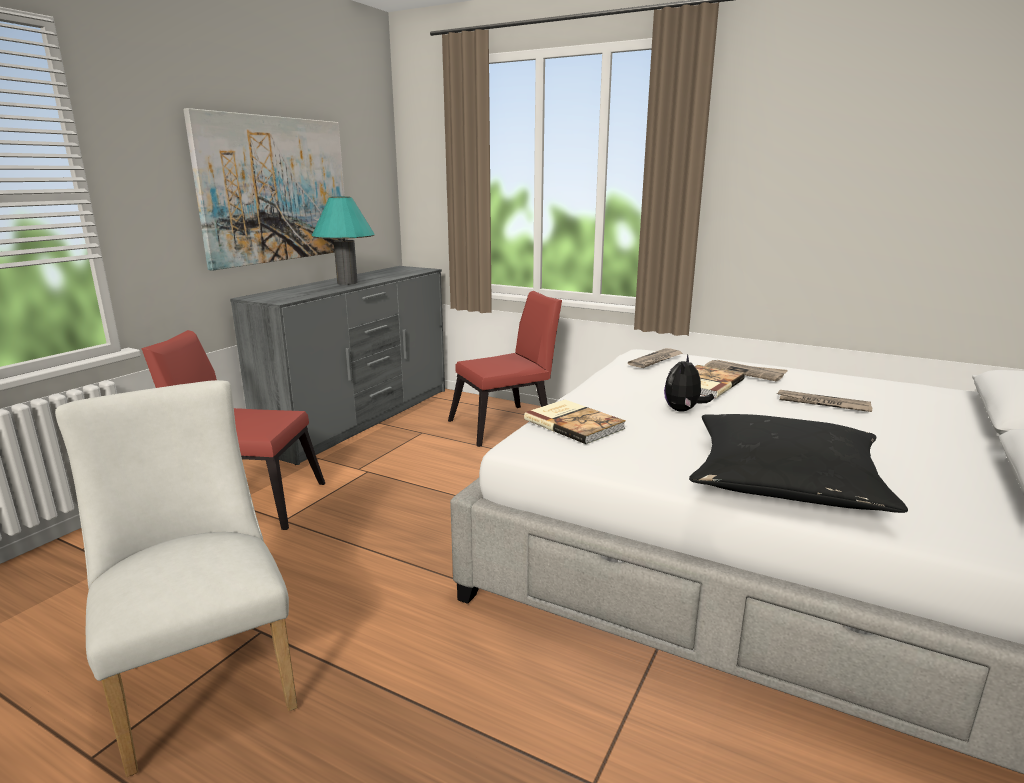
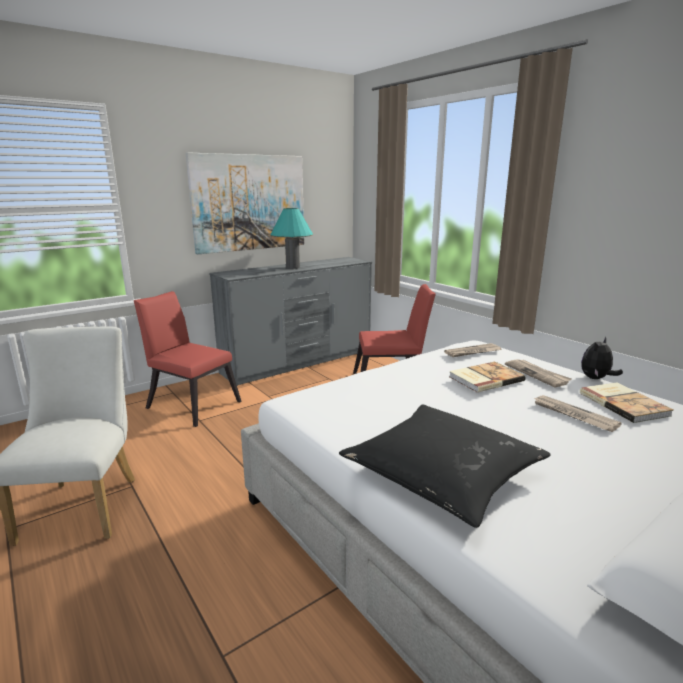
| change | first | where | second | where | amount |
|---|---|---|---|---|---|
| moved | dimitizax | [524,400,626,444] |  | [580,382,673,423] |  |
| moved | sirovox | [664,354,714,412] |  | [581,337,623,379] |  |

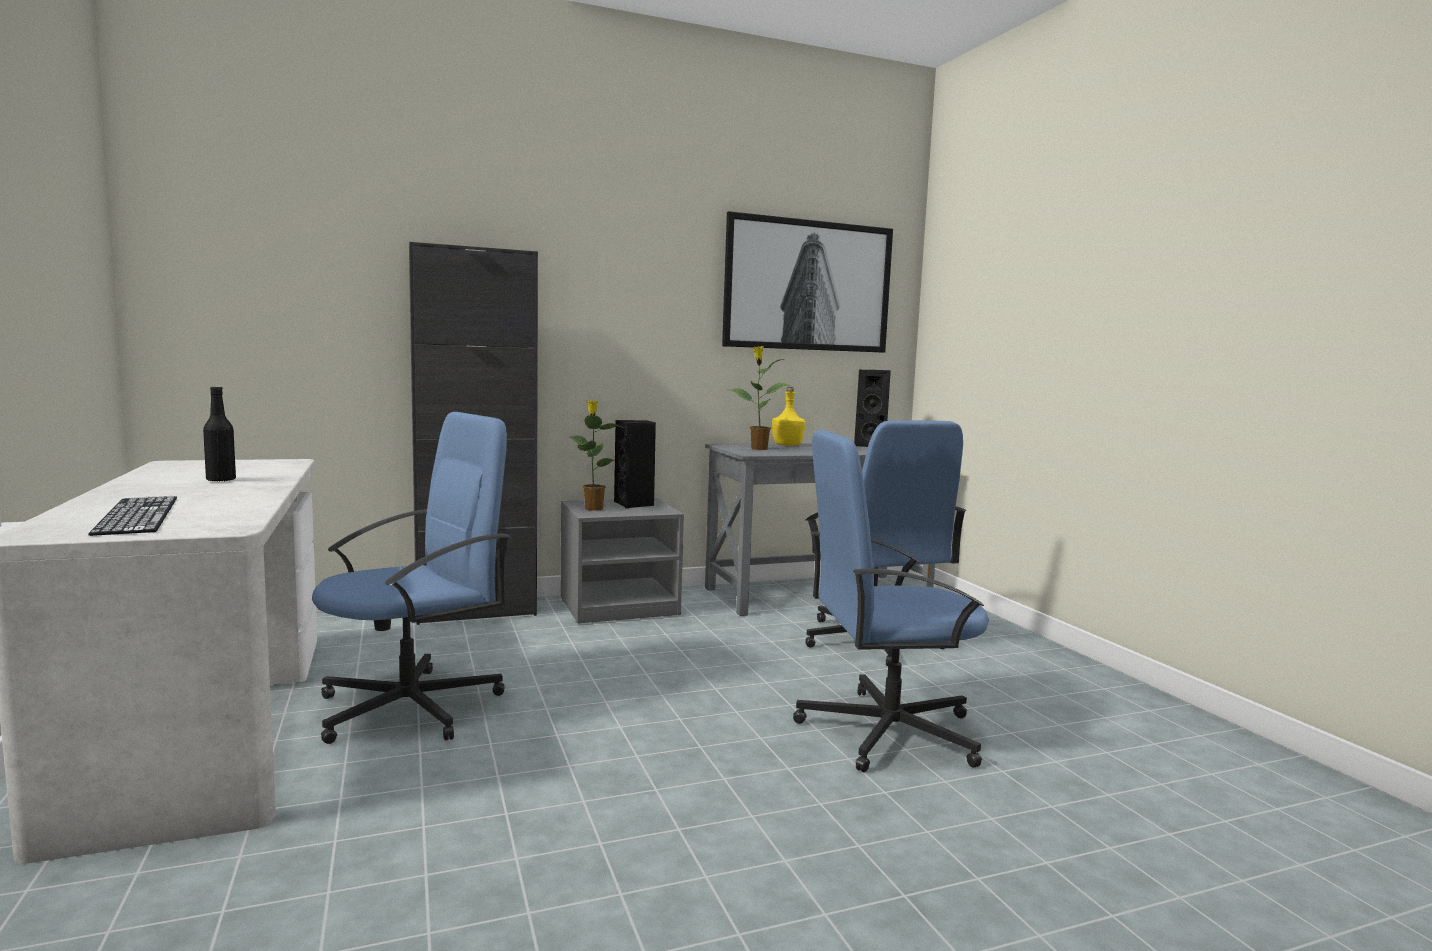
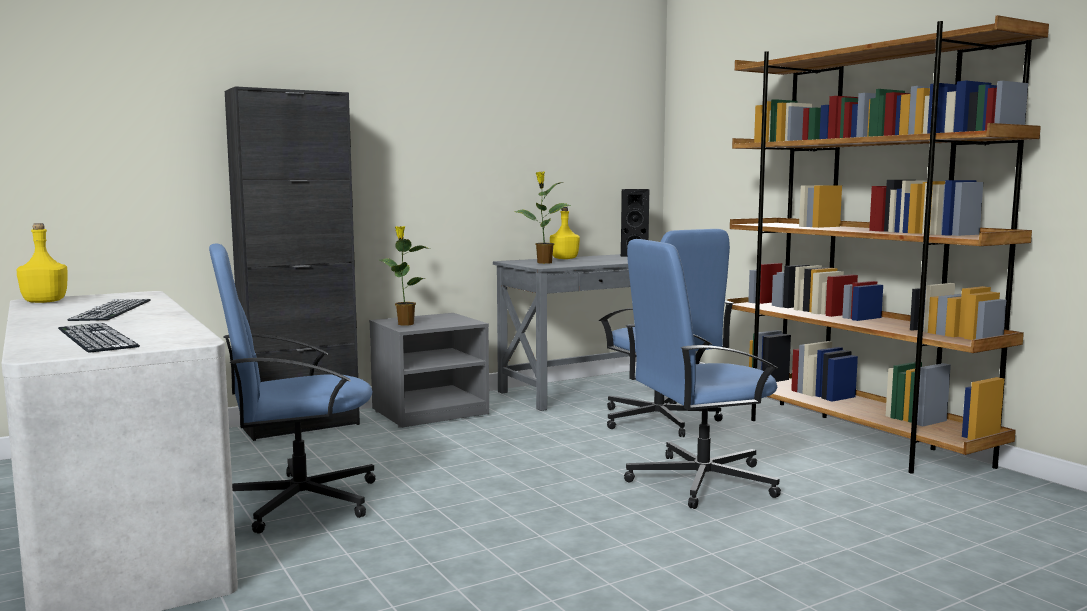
| change | first | where | second | where | amount |
|---|---|---|---|---|---|
| added |  |  | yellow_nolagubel | [17,223,68,303] |  |
| replaced | black_nolagubel | [203,387,236,482] | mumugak | [67,299,151,321] |  |
| turned | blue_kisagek | [312,412,510,744] |  | [209,244,376,534] | 150 degrees counterclockwise |
| added |  |  | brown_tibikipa | [727,15,1049,473] |  |
| removed | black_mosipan | [614,420,656,508] |  |  |  |
| removed | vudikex | [722,211,893,353] |  |  |  |

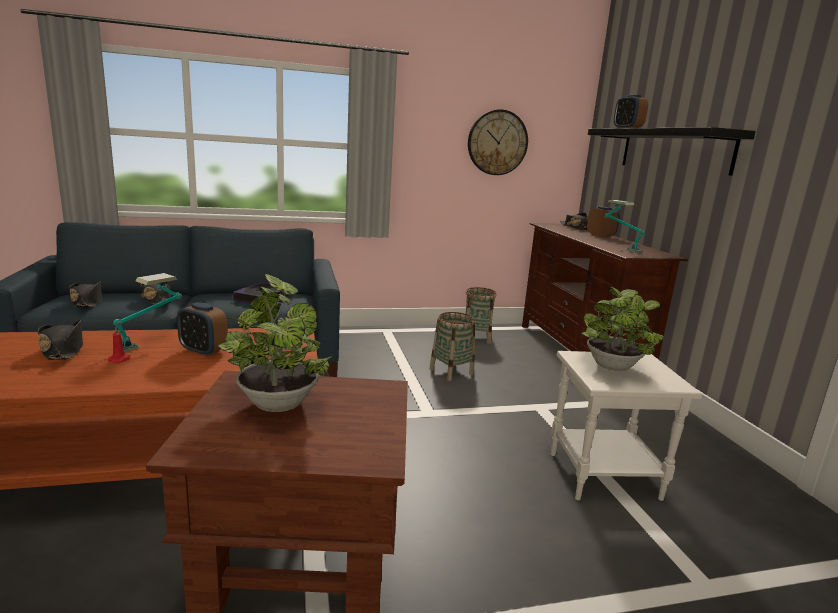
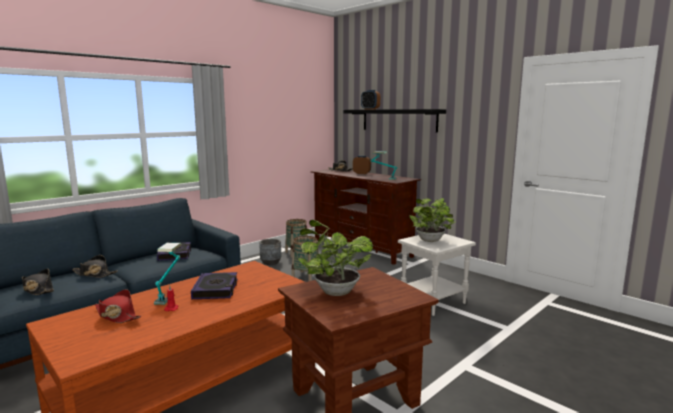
| change | first | where | second | where | amount |
|---|---|---|---|---|---|
| recoloured | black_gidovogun | [38,320,83,360] | red_gidovogun | [95,289,141,323] |  |
| replaced | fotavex | [177,302,228,357] | dimitizax | [191,272,238,299] |  |
| added |  |  | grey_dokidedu | [259,239,281,265] |  |
| removed | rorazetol | [468,109,528,175] |  |  |  |

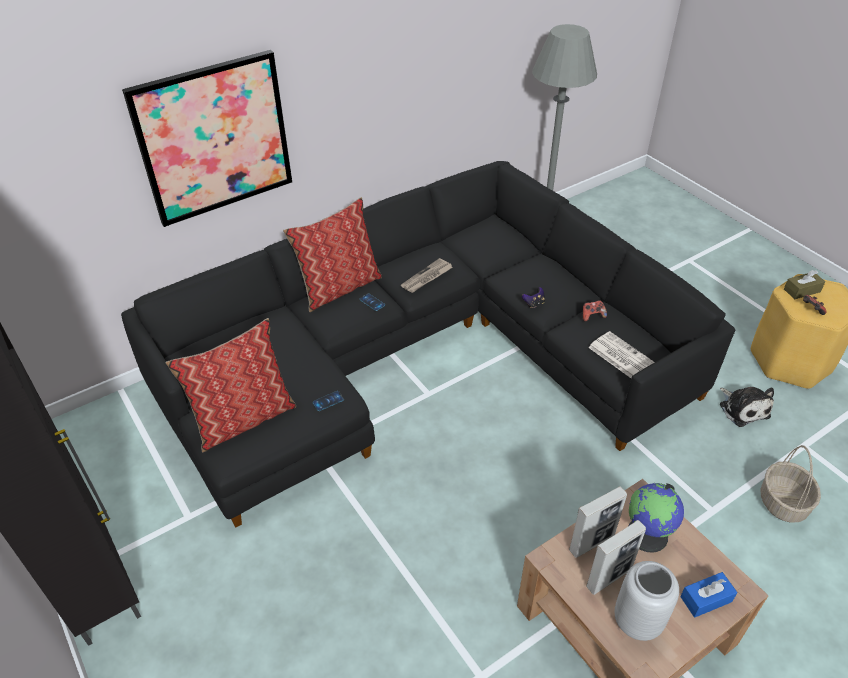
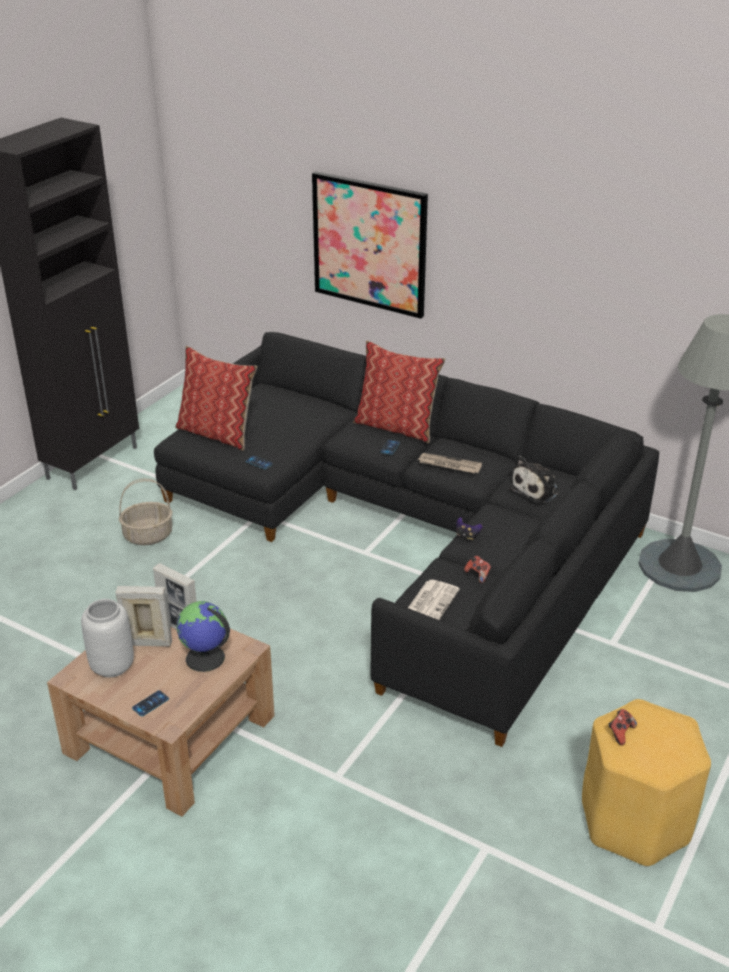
| change | first | where | second | where | amount |
|---|---|---|---|---|---|
| turned | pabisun | [586,520,646,595] |  | [116,586,172,647] | 150 degrees clockwise |
| moved | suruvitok | [761,445,821,523] |  | [119,479,172,545] |  |
| replaced | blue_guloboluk | [680,572,737,617] | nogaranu | [132,690,169,716] |  |
| moved | sirovox | [720,387,774,427] |  | [509,455,559,503] |  |
| removed | brown_guloboluk | [784,270,825,299] |  |  |  |

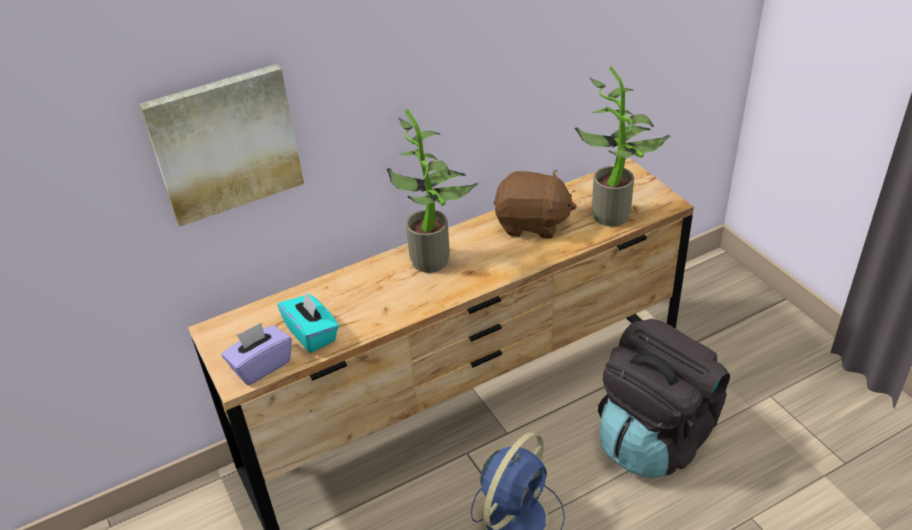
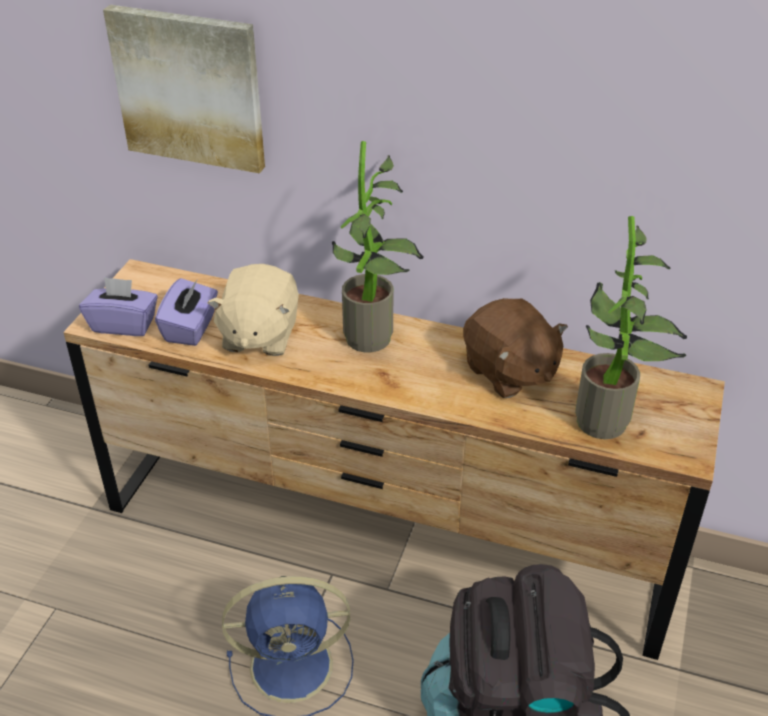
| change | first | where | second | where | amount |
|---|---|---|---|---|---|
| recoloured | turquoise_guloboluk | [278,291,339,353] | purple_guloboluk | [155,278,218,346] |  |
| added |  |  | beige_sirovox | [208,264,299,356] |  |

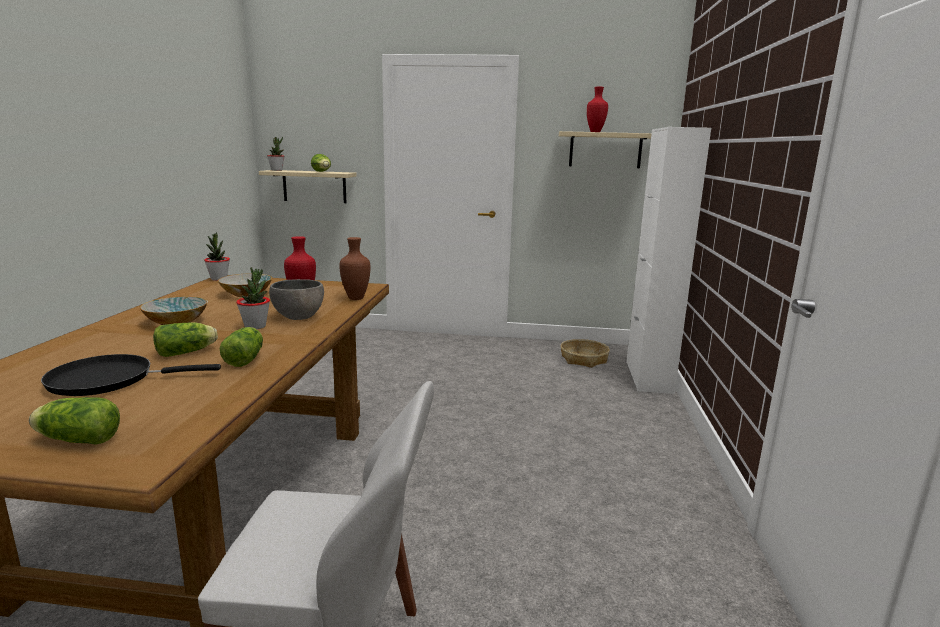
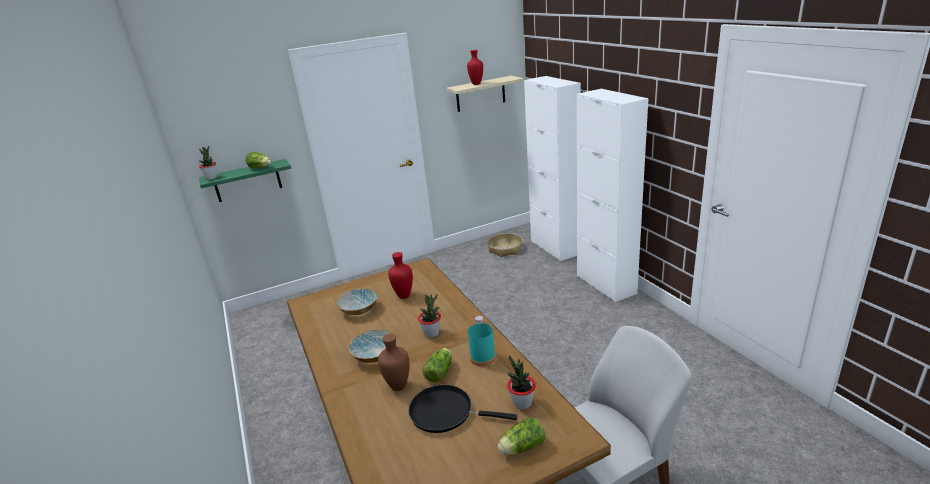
| change | first | where | second | where | amount |
|---|---|---|---|---|---|
| recoloured | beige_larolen | [259,170,356,203] | green_larolen | [199,159,291,202] |  |
| moved | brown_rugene | [339,237,371,300] |  | [378,333,409,391] |  |
| turned | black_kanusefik | [41,354,221,396] |  | [408,385,518,433] | 60 degrees clockwise |
| replaced | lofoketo | [220,327,263,367] | turquoise_nolagubel | [468,316,496,367] |  |
| moved | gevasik | [204,232,230,281] |  | [507,355,536,410] |  |
| added |  |  | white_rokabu | [577,89,648,302] |  |
| removed | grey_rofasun | [269,279,324,320] |  |  |  |

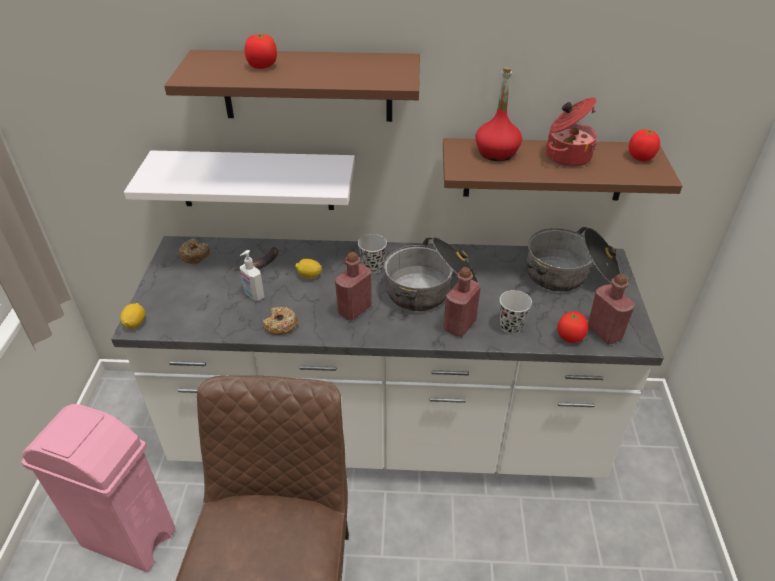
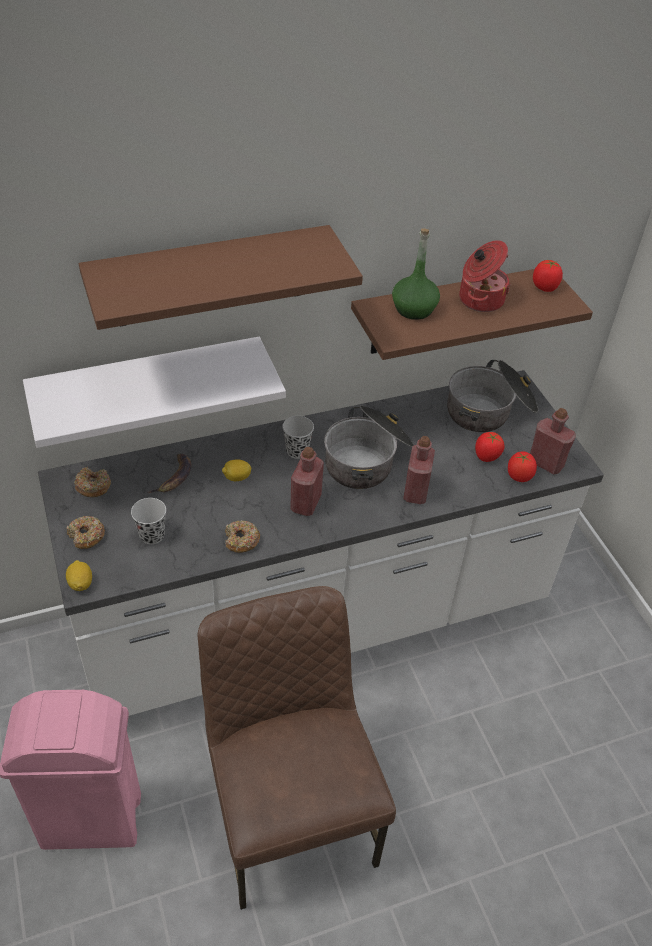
| change | first | where | second | where | amount |
|---|---|---|---|---|---|
| added |  |  | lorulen | [67,516,105,549] |  |
| moved | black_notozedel | [500,290,532,334] |  | [131,498,166,544] |  |
| recoloured | red_nolagubel | [475,67,522,161] | green_nolagubel | [392,228,440,320] |  |
| moved | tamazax | [245,34,277,69] |  | [475,432,504,462] |  |
| removed | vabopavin | [240,250,265,301] |  |  |  |

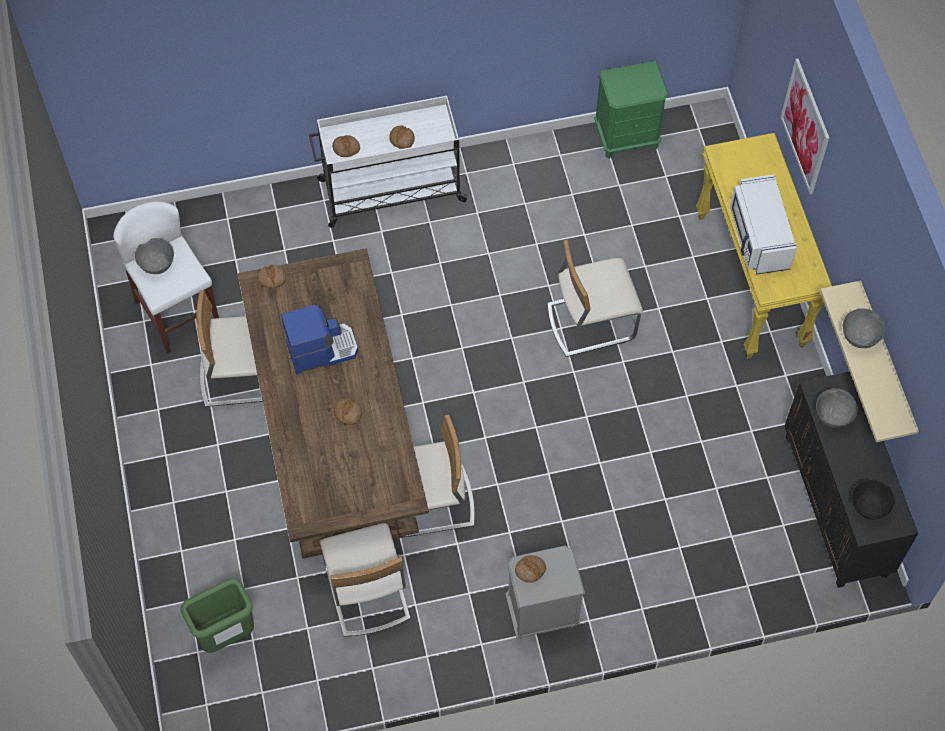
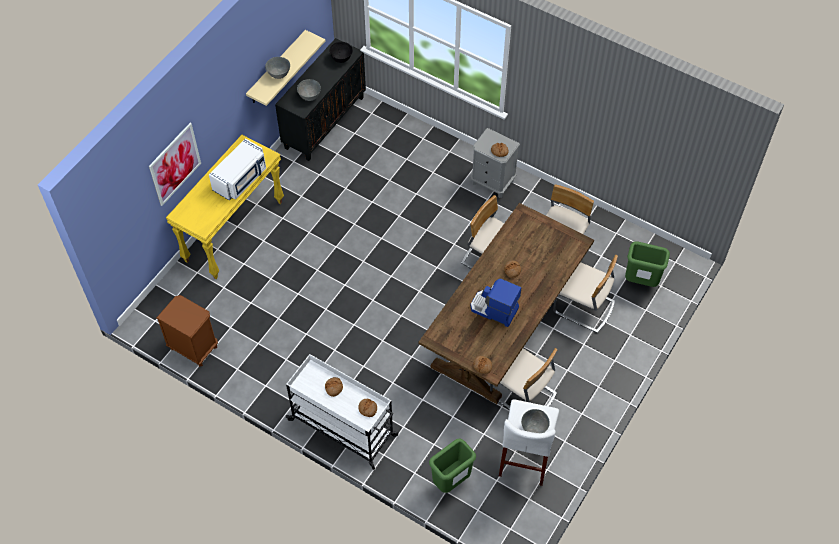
| change | first | where | second | where | amount |
|---|---|---|---|---|---|
| recoloured | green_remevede | [594,61,668,159] | brown_remevede | [157,295,218,367] |  |
| added |  |  | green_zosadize | [429,439,476,493] |  |
| moved | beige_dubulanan | [547,240,643,357] |  | [553,255,618,333] |  |

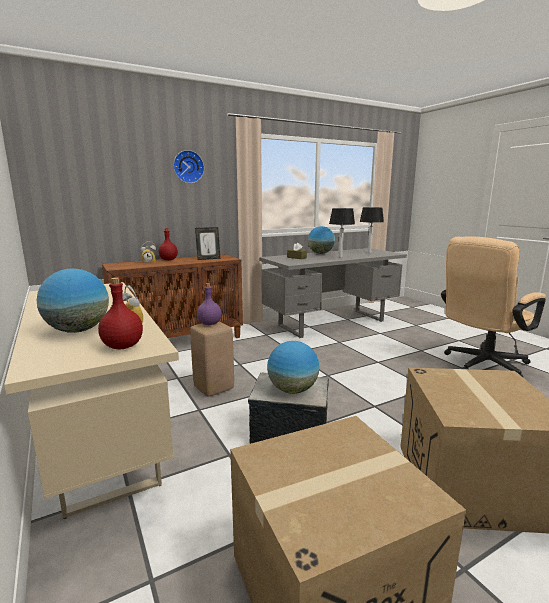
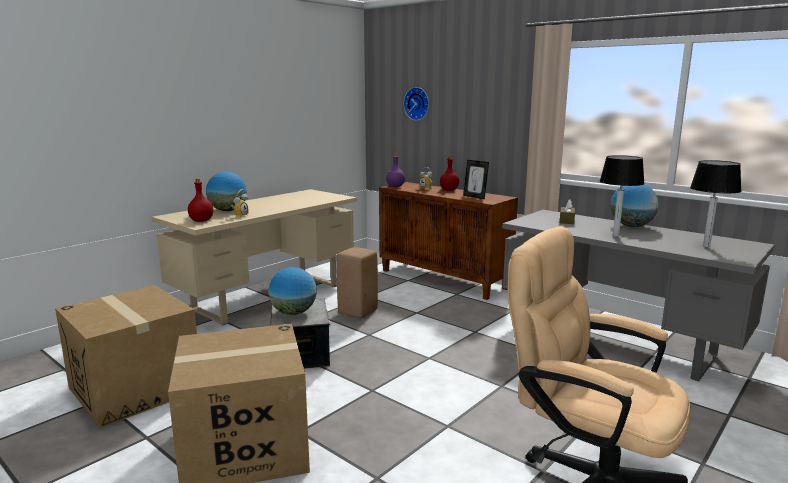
| change | first | where | second | where | amount |
|---|---|---|---|---|---|
| moved | purple_nolagubel | [197,283,221,325] |  | [386,154,405,187] |  |
| moved | rorazetol | [173,150,204,183] |  | [403,87,429,121] |  |

